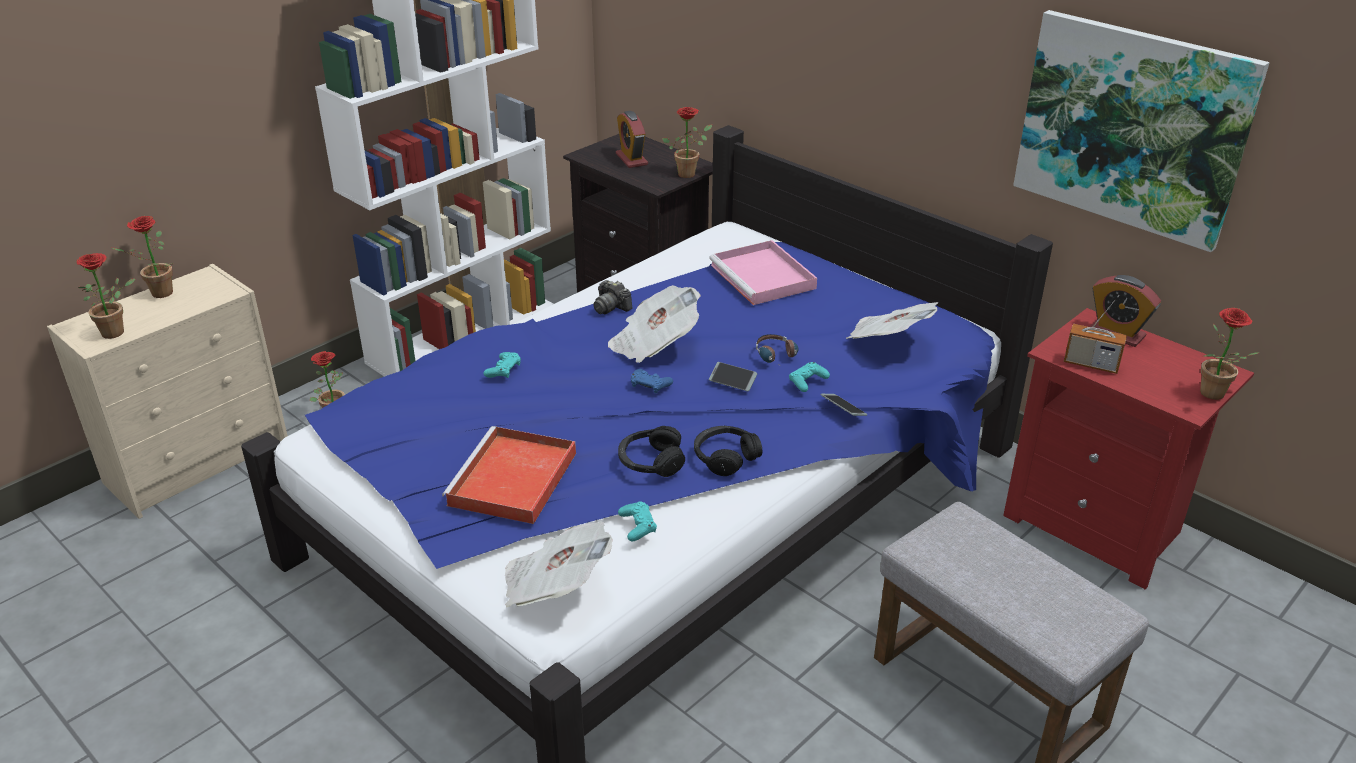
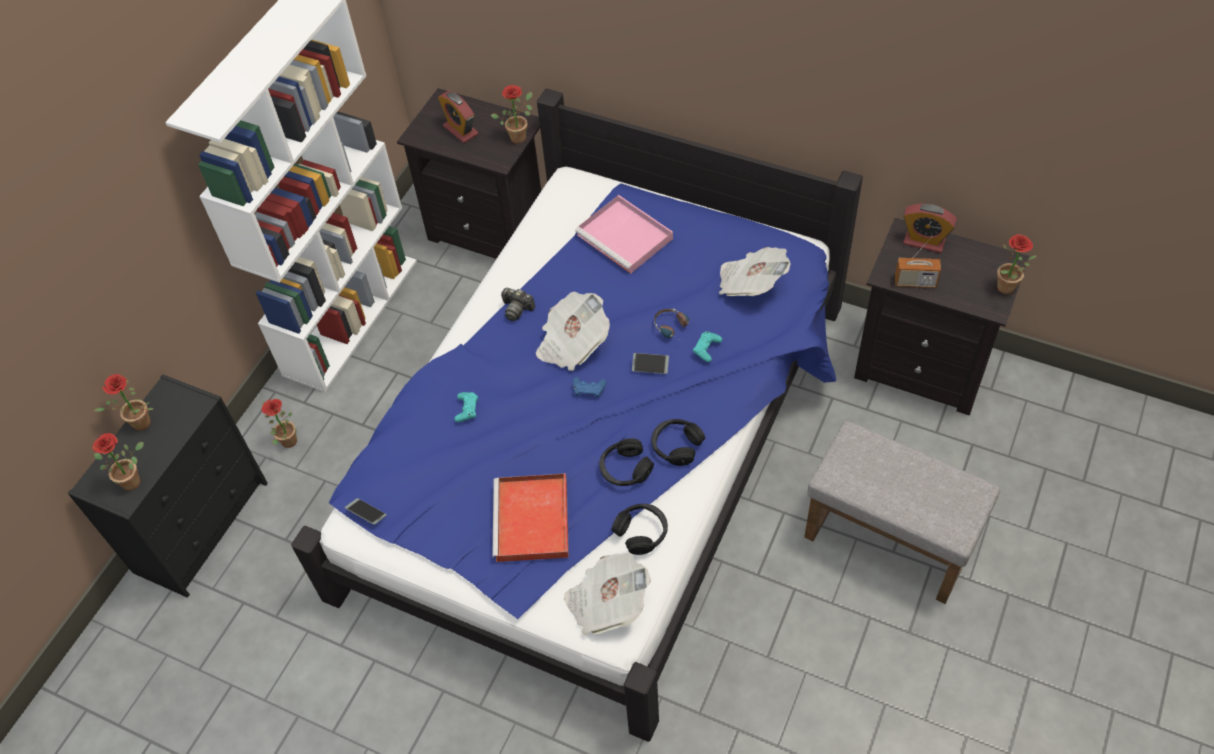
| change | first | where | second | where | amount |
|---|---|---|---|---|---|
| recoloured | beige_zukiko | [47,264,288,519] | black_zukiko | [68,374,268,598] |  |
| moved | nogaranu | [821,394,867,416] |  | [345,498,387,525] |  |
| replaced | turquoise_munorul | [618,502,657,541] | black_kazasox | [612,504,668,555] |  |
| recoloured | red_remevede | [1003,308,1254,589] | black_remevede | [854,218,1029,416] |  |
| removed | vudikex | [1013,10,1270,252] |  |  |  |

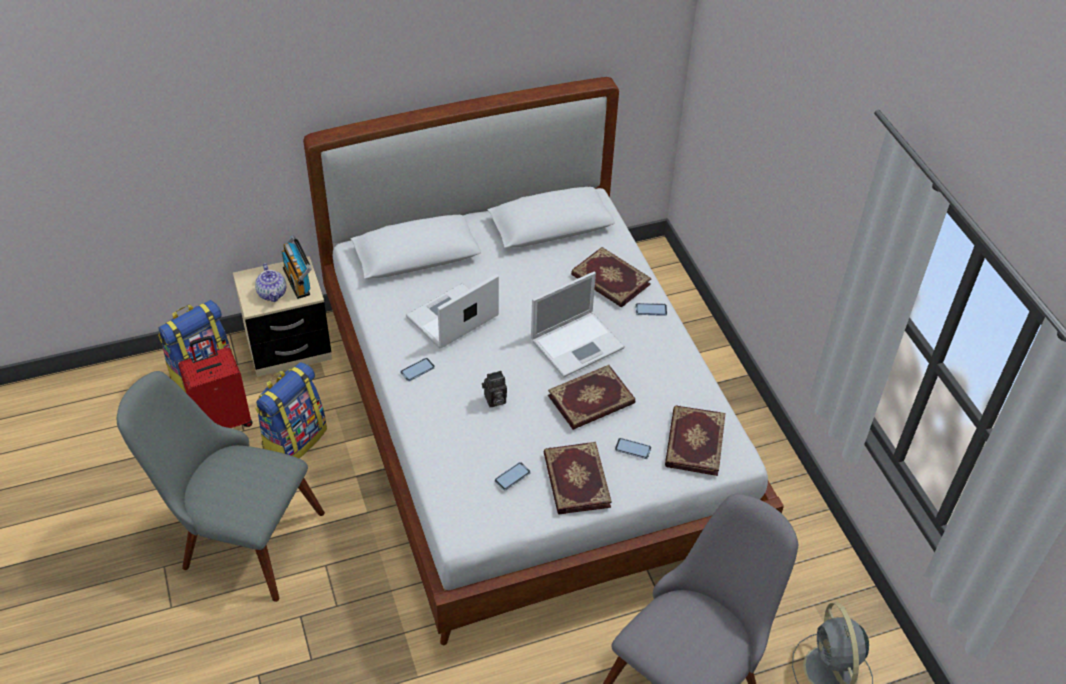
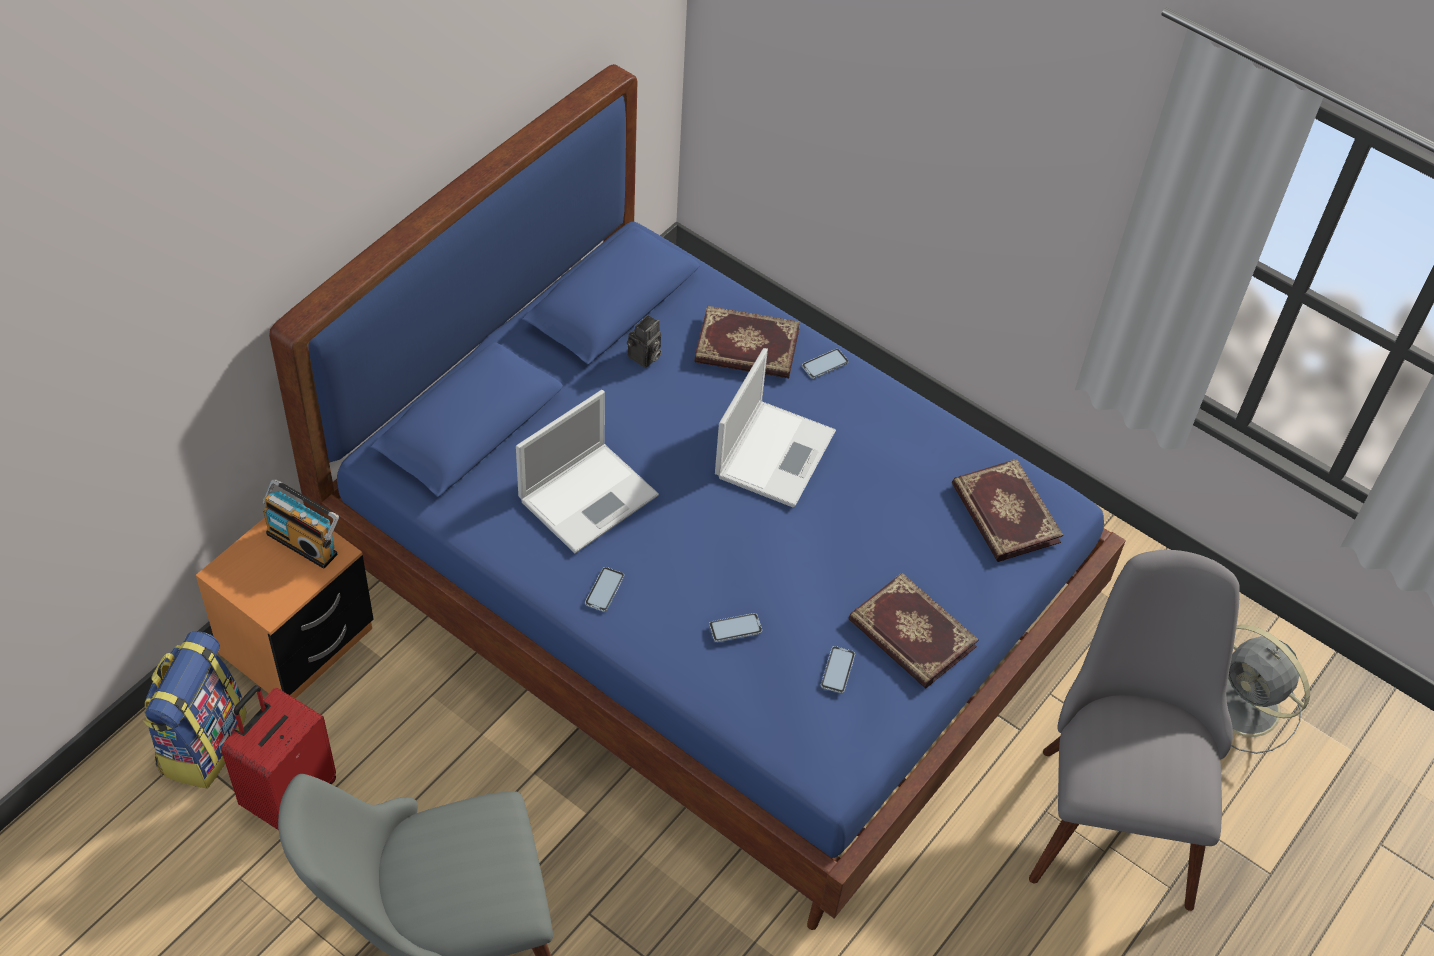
| change | first | where | second | where | amount |
|---|---|---|---|---|---|
| recoloured | beige_remevede | [233,256,332,377] | orange_remevede | [196,517,373,699] |  |
| recoloured | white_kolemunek | [303,77,784,645] | blue_kolemunek | [269,64,1126,930] |  |
| turned | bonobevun | [406,274,499,349] |  | [516,390,659,553] | 150 degrees counterclockwise |
| moved | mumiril | [482,371,507,407] |  | [627,315,662,368] |  |
| moved | nogaranu | [615,438,651,459] |  | [709,613,762,642] |  |
| removed | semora | [255,263,286,302] |  |  |  |
| removed | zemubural | [255,362,327,458] |  |  |  |
| removed | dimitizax | [548,365,635,430] |  |  |  |

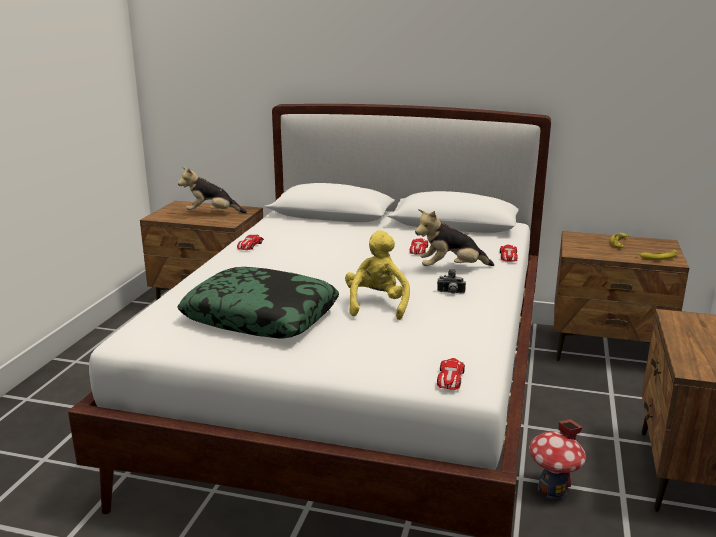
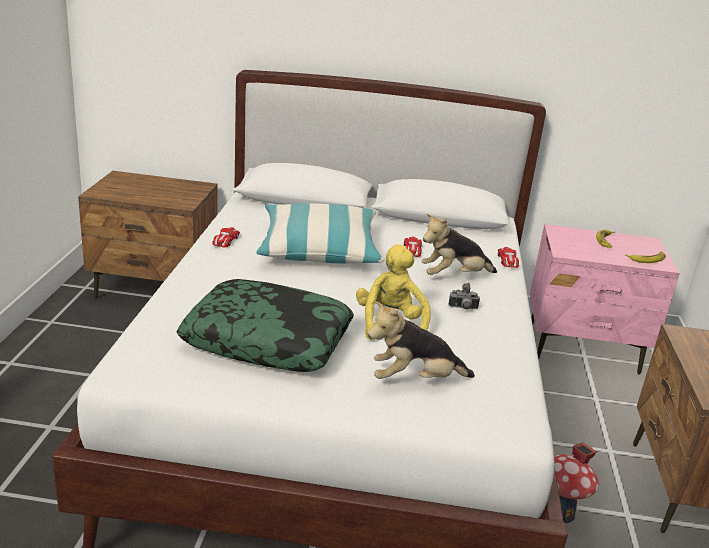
| change | first | where | second | where | amount |
|---|---|---|---|---|---|
| added |  |  | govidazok | [256,203,385,263] |  |
| moved | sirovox | [178,167,247,213] |  | [368,301,475,379] |  |
| recoloured | brown_remevede | [554,231,689,361] | pink_remevede | [530,224,680,374] |  |
| removed | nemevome | [437,358,465,390] |  |  |  |

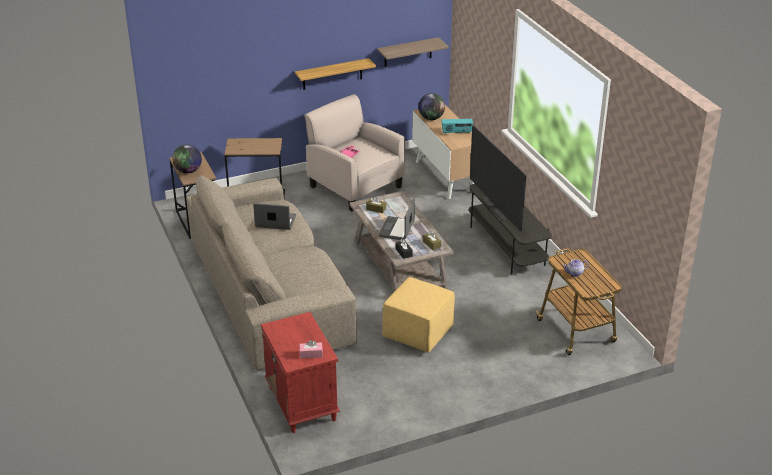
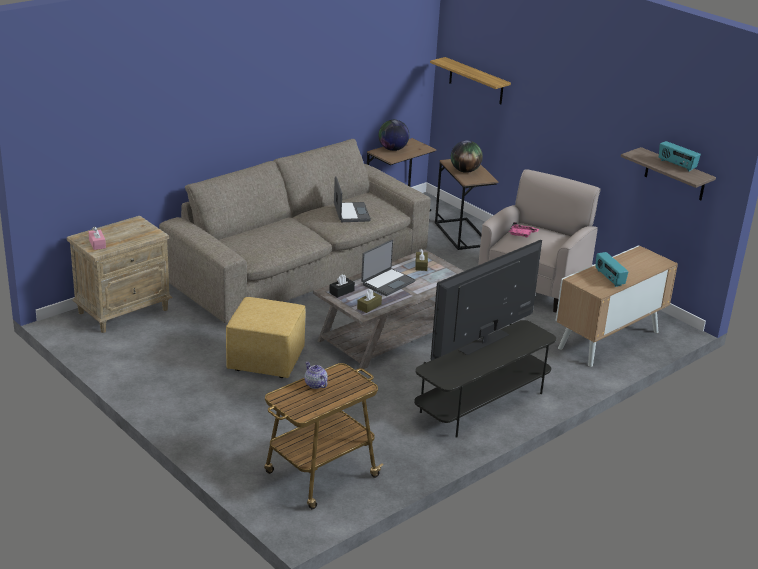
| change | first | where | second | where | amount |
|---|---|---|---|---|---|
| recoloured | red_remevede | [261,312,340,433] | beige_remevede | [67,216,173,333] |  |
| turned | bonobevun | [379,198,415,240] |  | [361,240,415,296] | 135 degrees clockwise |
| moved | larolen | [295,58,376,90] |  | [430,57,511,104] |  |
| moved | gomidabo | [418,93,445,120] |  | [451,140,483,173] |  |
| added |  |  | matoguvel | [659,141,701,172] |  |

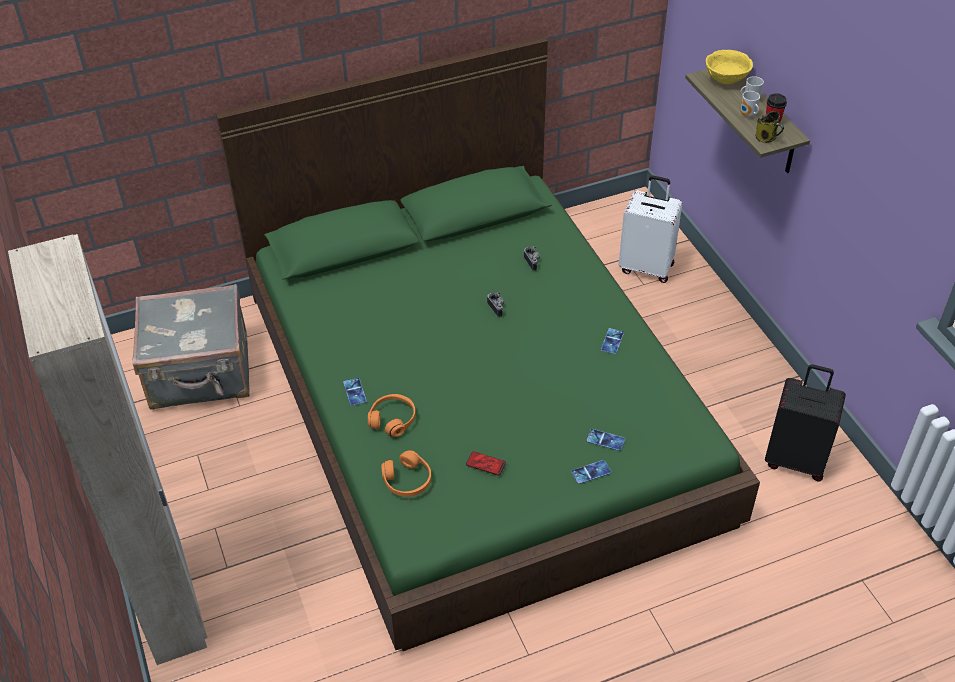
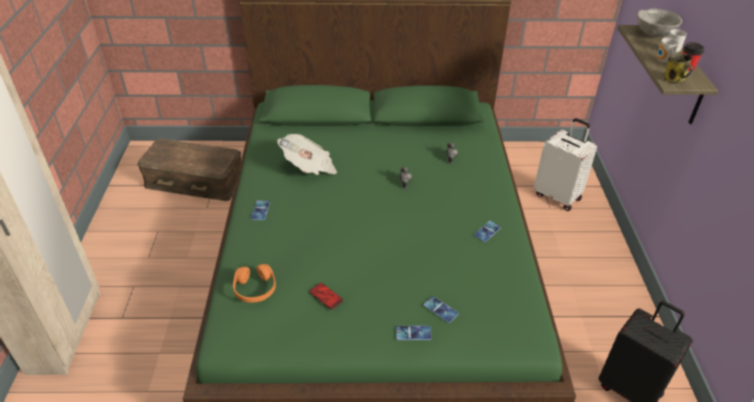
| change | first | where | second | where | amount |
|---|---|---|---|---|---|
| replaced | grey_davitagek | [133,284,250,410] | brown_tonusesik | [137,139,241,201] |  |
| added |  |  | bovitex | [277,134,337,175] |  |
| recoloured | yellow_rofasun | [706,50,753,84] | grey_rofasun | [637,8,682,37] |  |
| removed | orange_kazasox | [368,394,416,437] |  |  |  |

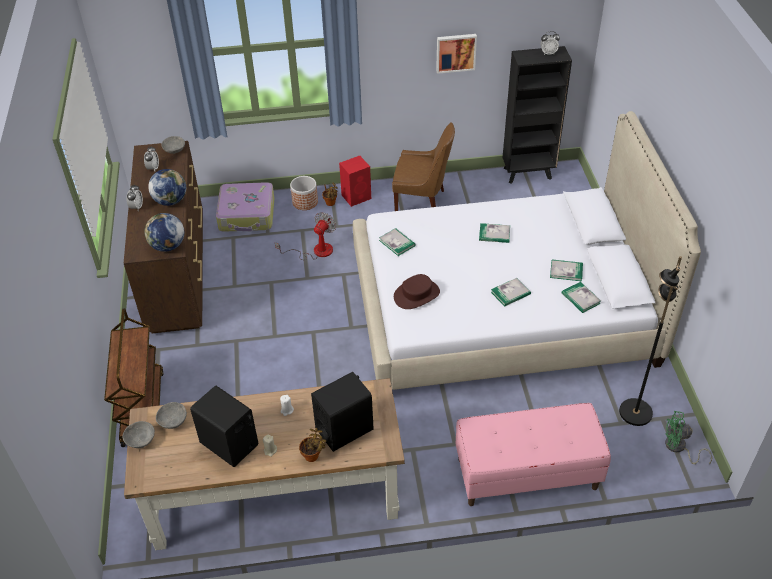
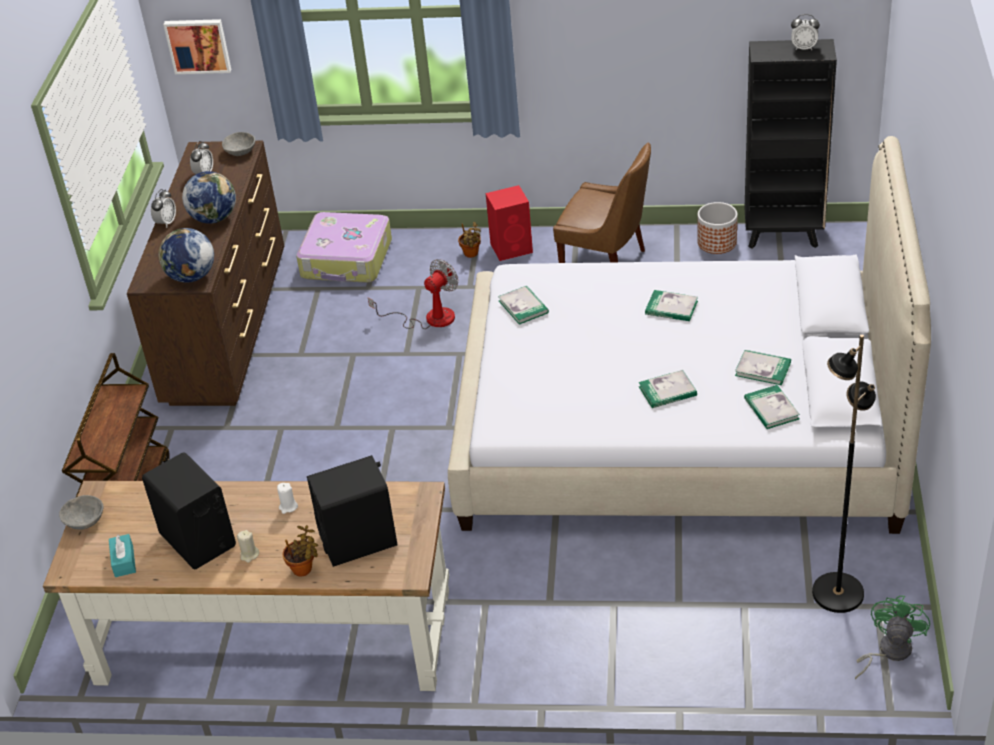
| change | first | where | second | where | amount |
|---|---|---|---|---|---|
| added |  |  | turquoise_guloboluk | [109,534,136,577] |  |
| moved | vudikex | [436,34,477,74] |  | [163,19,231,74] |  |
| moved | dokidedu | [290,176,318,210] |  | [697,202,738,254] |  |
| turned | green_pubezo | [665,411,712,464] |  | [855,595,930,679] | 90 degrees clockwise |
| removed | grey_rofasun | [156,402,187,429] |  |  |  |
| removed | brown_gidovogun | [394,274,440,309] |  |  |  |
| removed | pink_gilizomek | [456,403,611,506] |  |  |  |

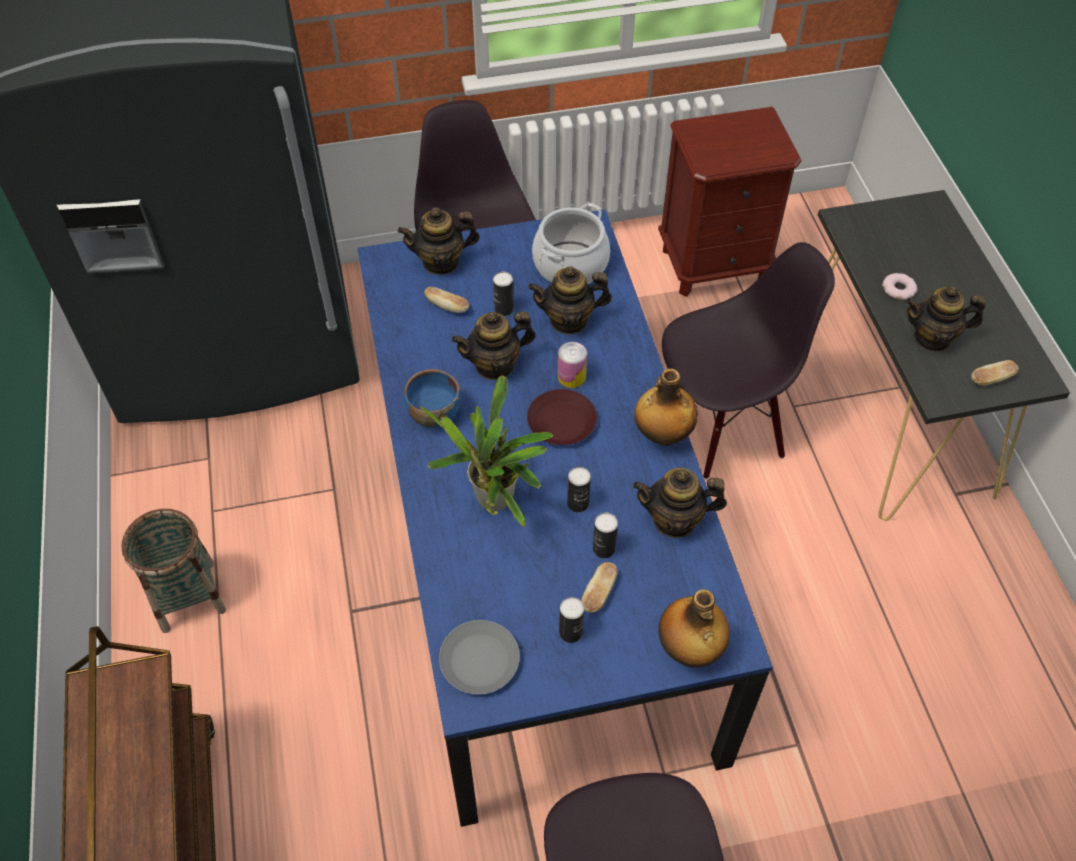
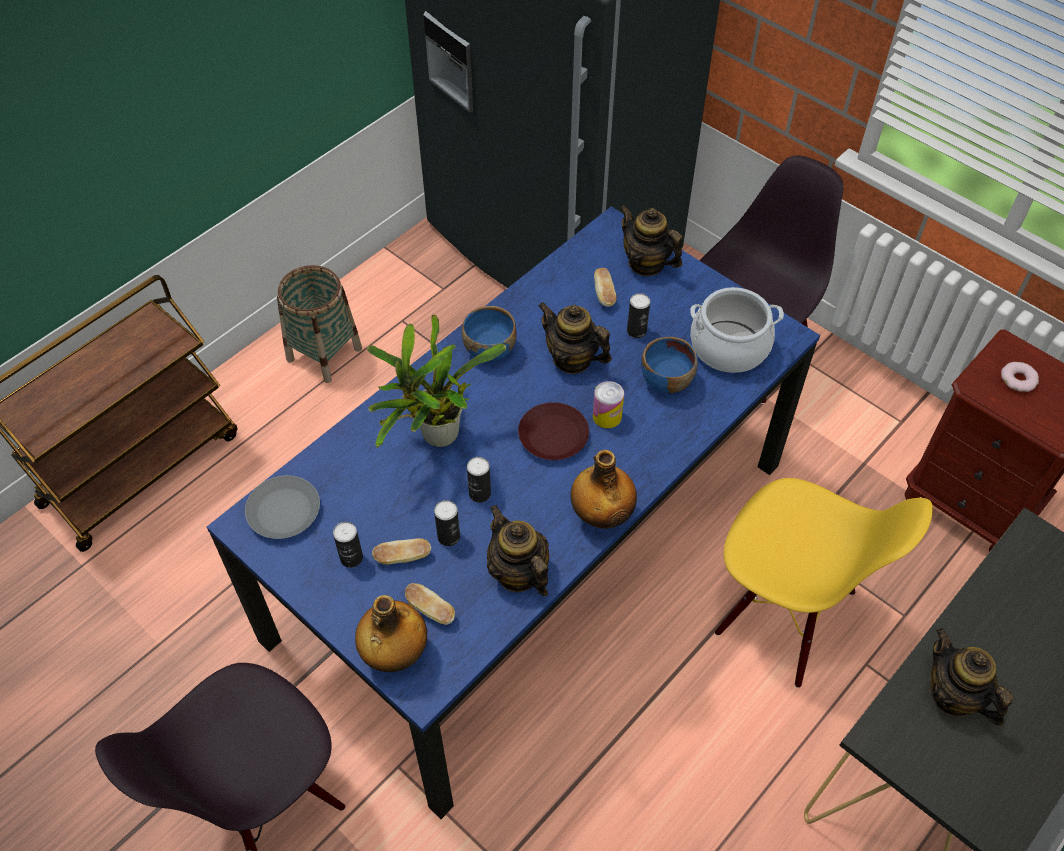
| change | first | where | second | where | amount |
|---|---|---|---|---|---|
| moved | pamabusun | [971,360,1019,386] |  | [405,583,455,625] |  |
| replaced | semora | [528,266,612,335] | blue_rofasun | [641,337,698,394] |  |
| recoloured | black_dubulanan | [662,242,835,479] | yellow_dubulanan | [715,478,933,688] |  |
| moved | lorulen | [882,273,917,300] |  | [1001,362,1039,392] |  |

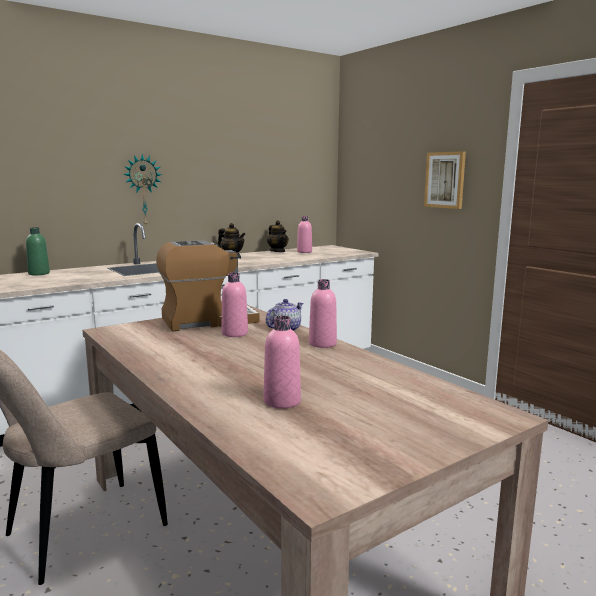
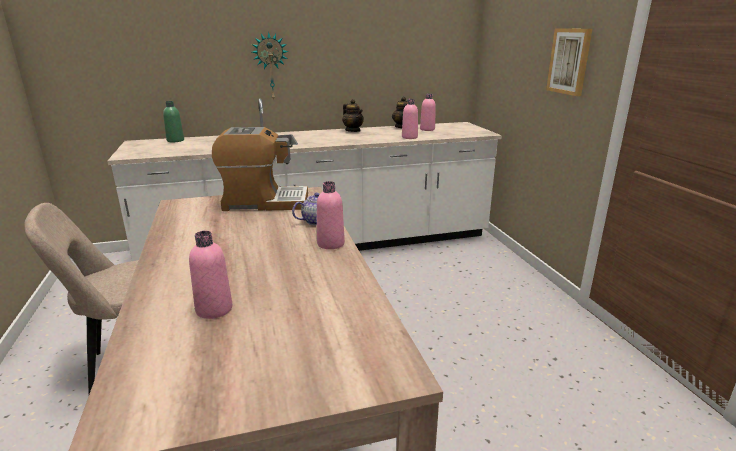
| change | first | where | second | where | amount |
|---|---|---|---|---|---|
| moved | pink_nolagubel | [222,273,248,337] |  | [402,99,418,139] |  |

